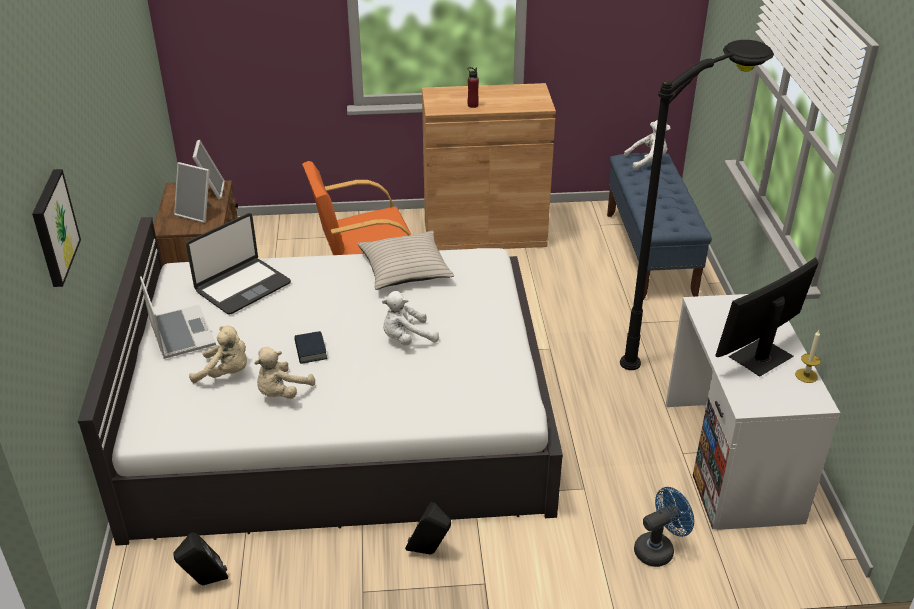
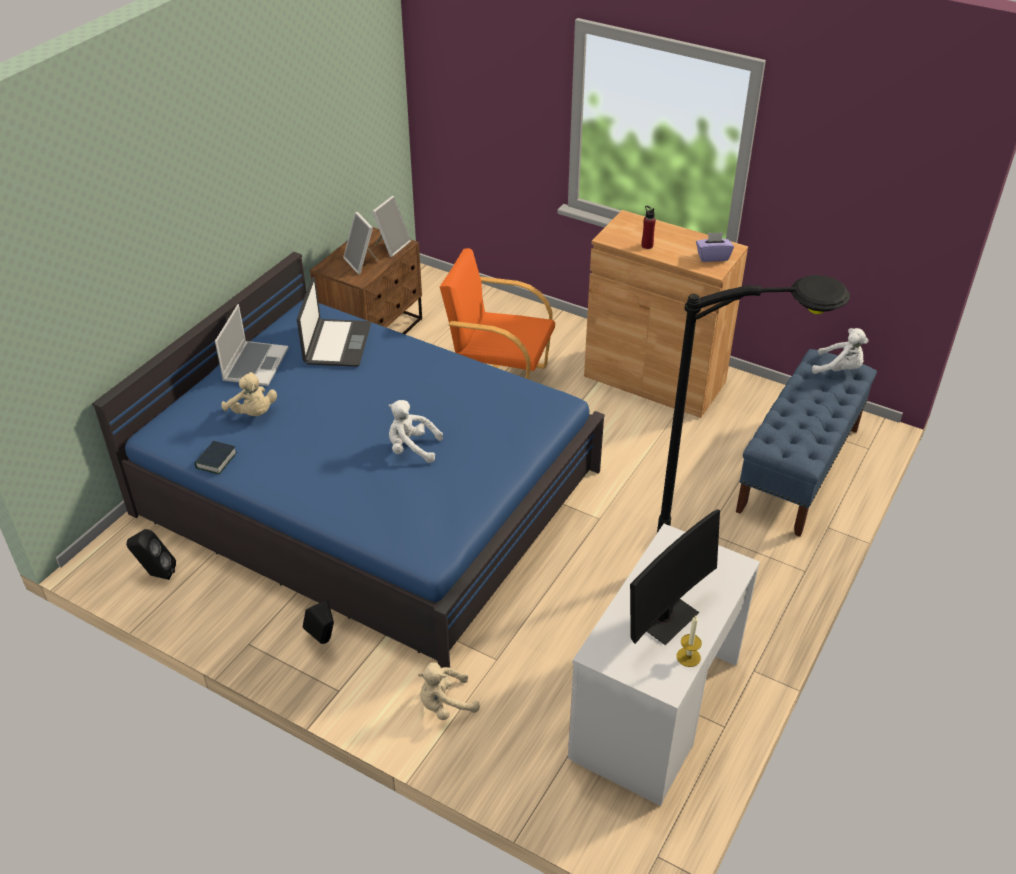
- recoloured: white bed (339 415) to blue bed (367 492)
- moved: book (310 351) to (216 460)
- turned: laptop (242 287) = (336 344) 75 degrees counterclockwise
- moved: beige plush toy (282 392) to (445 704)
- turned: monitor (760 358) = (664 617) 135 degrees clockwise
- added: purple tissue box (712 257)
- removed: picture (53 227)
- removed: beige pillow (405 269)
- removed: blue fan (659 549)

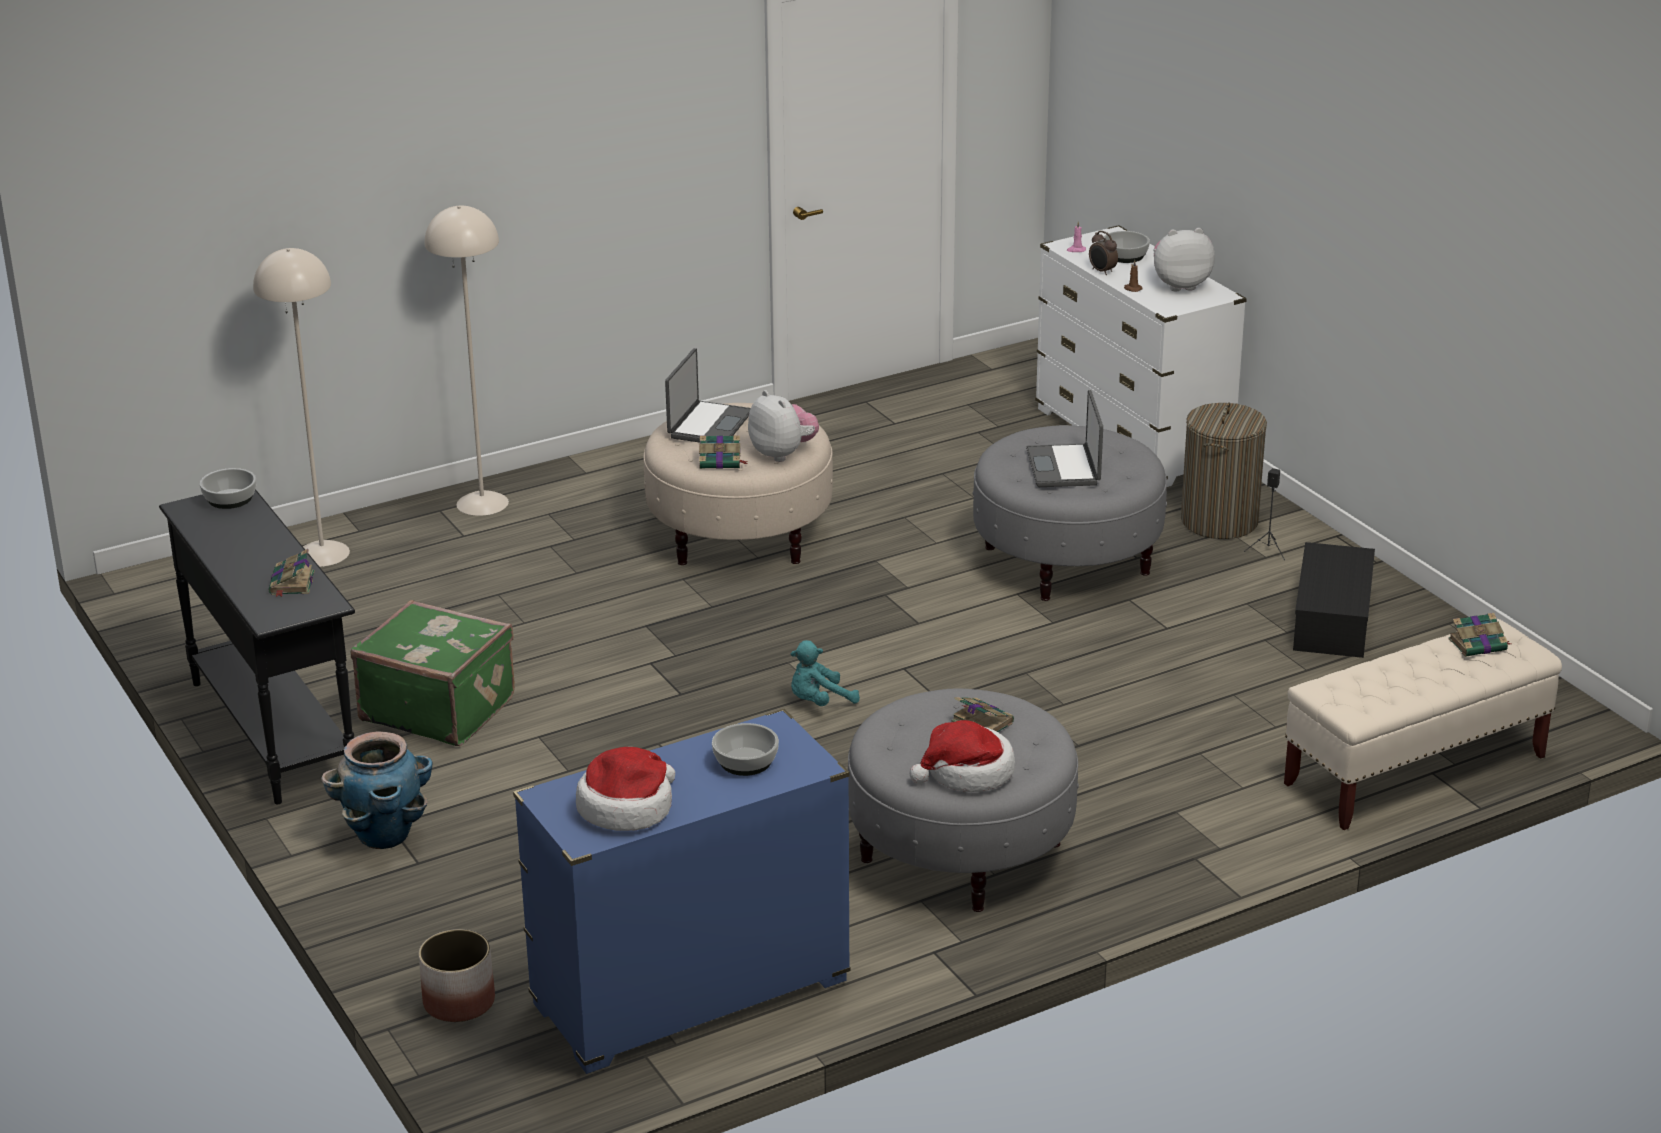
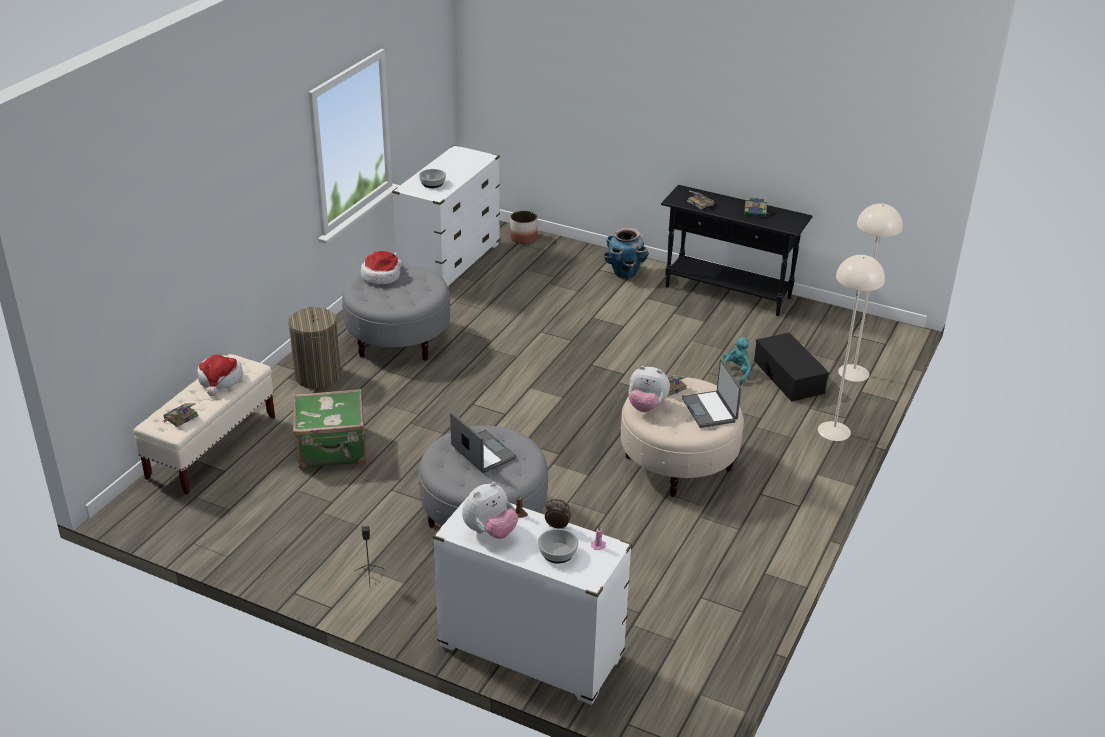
- moved: hat (627 807) to (220 380)
- moved: laundry basket (1219 521) to (318 376)
- moved: green suitcase (438 708) to (332 449)
- recoloured: blue dresser (690 994) to white dresser (450 263)
- moved: turquoise plush toy (819 702) to (736 372)
- moved: book (981 721) to (755 212)
- moved: black storage box (1333 620) to (787 376)
- removed: bowl (230 499)

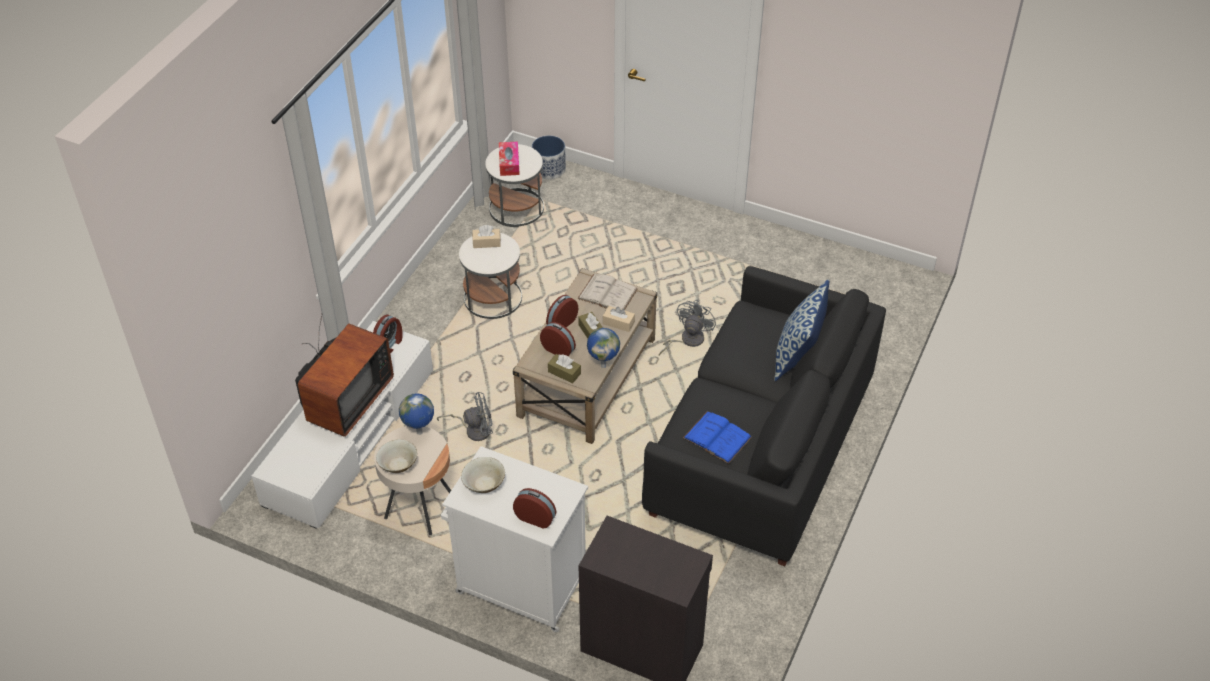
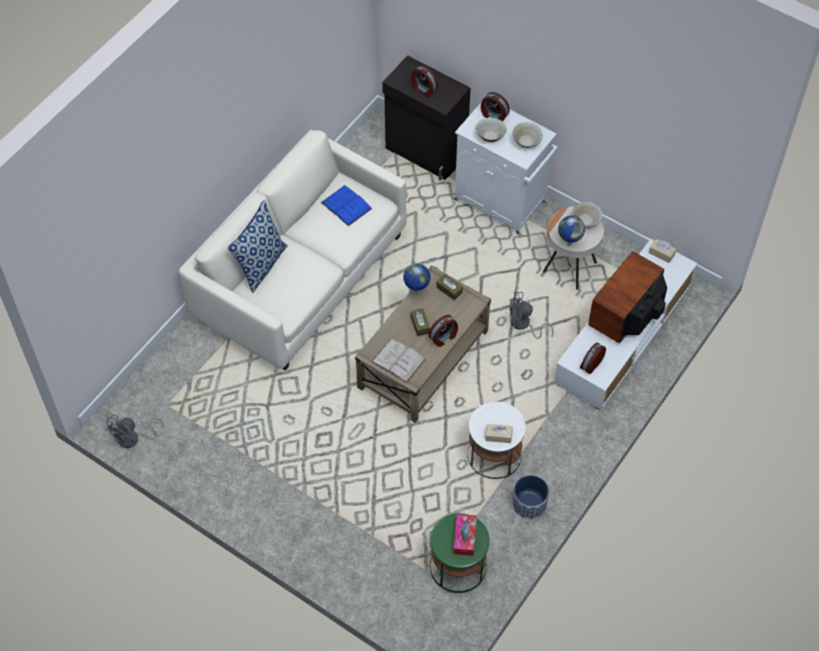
- moved: grey fan (687 340) to (133 439)
- recoloured: black sofa (761 449) to white sofa (300 276)
- moved: alarm clock (558 349) to (423 89)
- recoloured: white side table (516 208) to green side table (458 566)
- added: beige bowl (490 136)
- moved: planter (548 169) to (529 504)
- moved: beige tissue box (618 323) to (661 253)

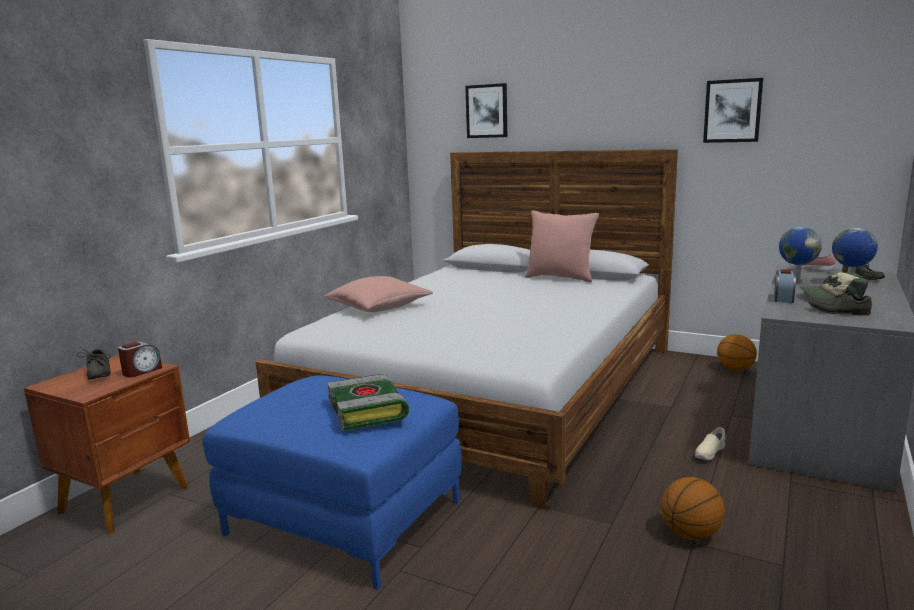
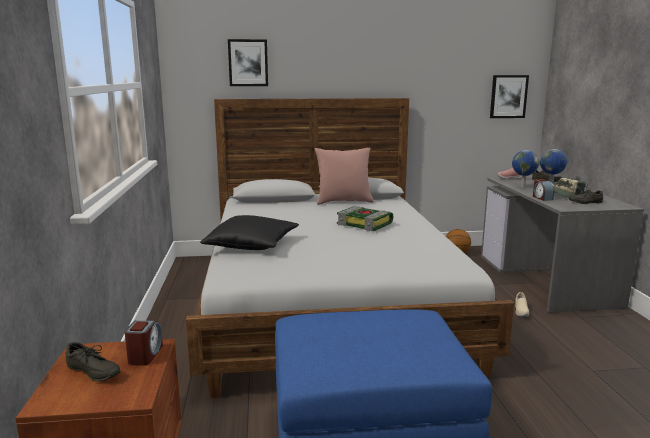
- recoloured: pink pillow (379 307) to black pillow (252 245)
- moved: book (369 411) to (365 224)
- moved: picture (732 111) to (508 96)
- removed: basketball (690 534)

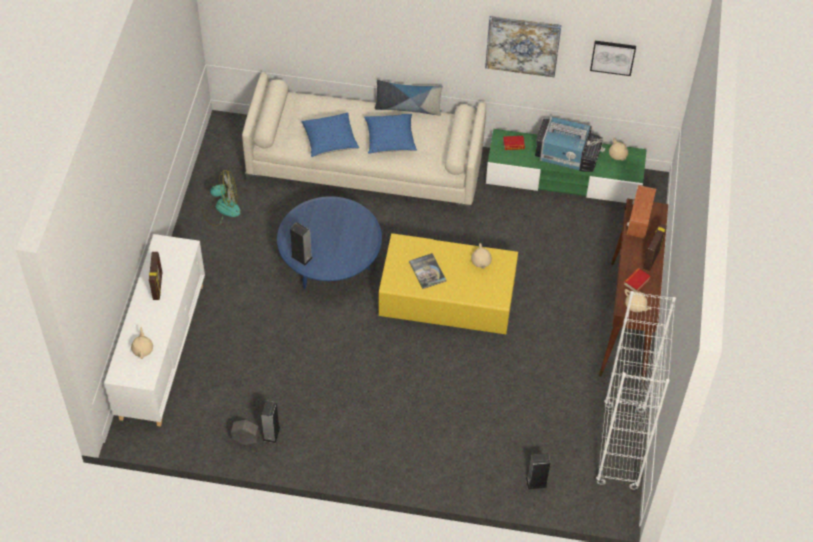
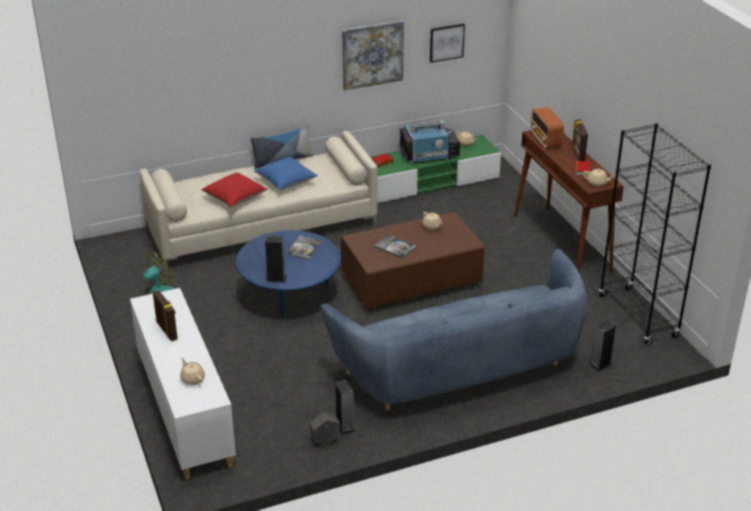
- recoloured: blue pillow (330 141) to red pillow (235 198)
- added: book (304 248)
- added: blue sofa (461 369)
- recoloured: yellow coffee table (446 300) to brown coffee table (410 282)
- recoloured: white bookcase (620 447) to black bookcase (638 316)

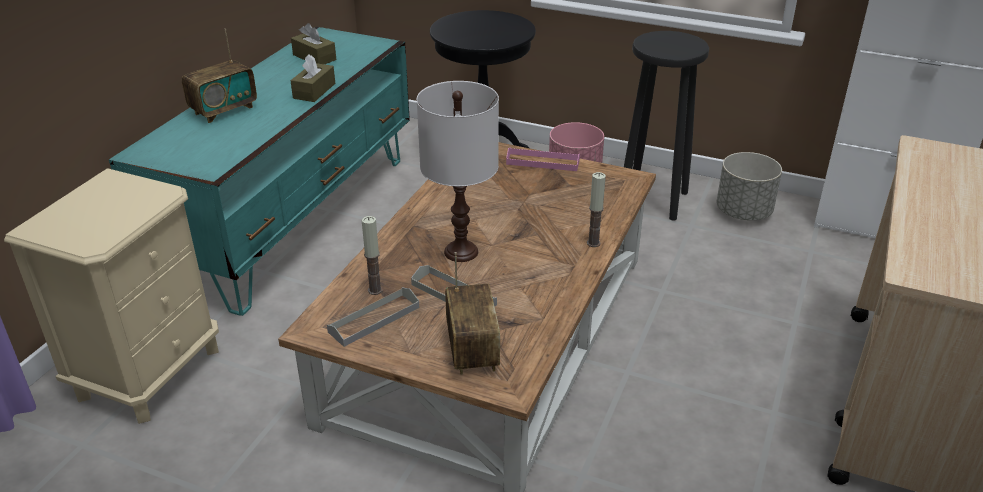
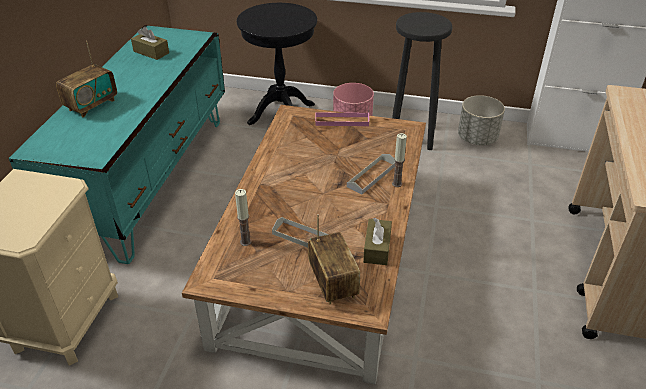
- moved: grey tray (374 319) to (371 176)
- moved: brown tissue box (314 91) to (377 248)
- removed: white table lamp (460 251)

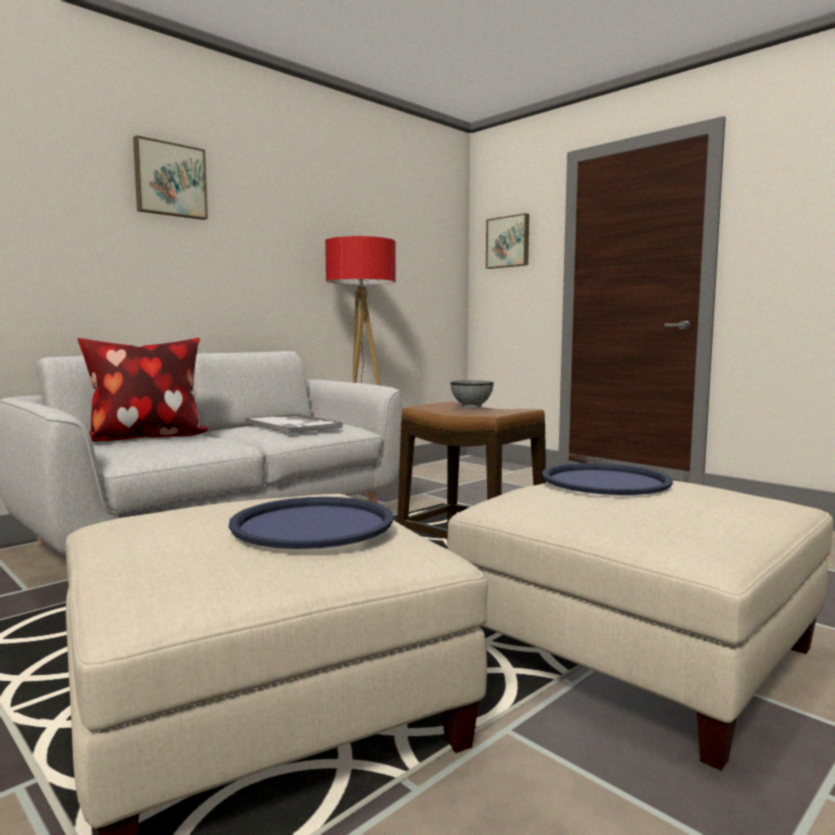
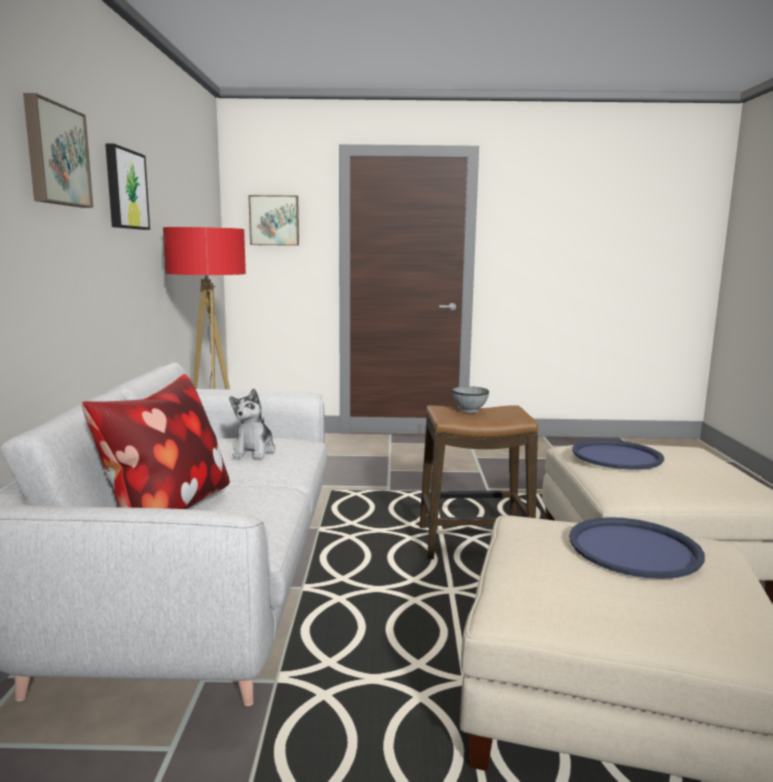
- added: picture (125 189)
- replaced: tray (293 425) to plush toy (254 451)

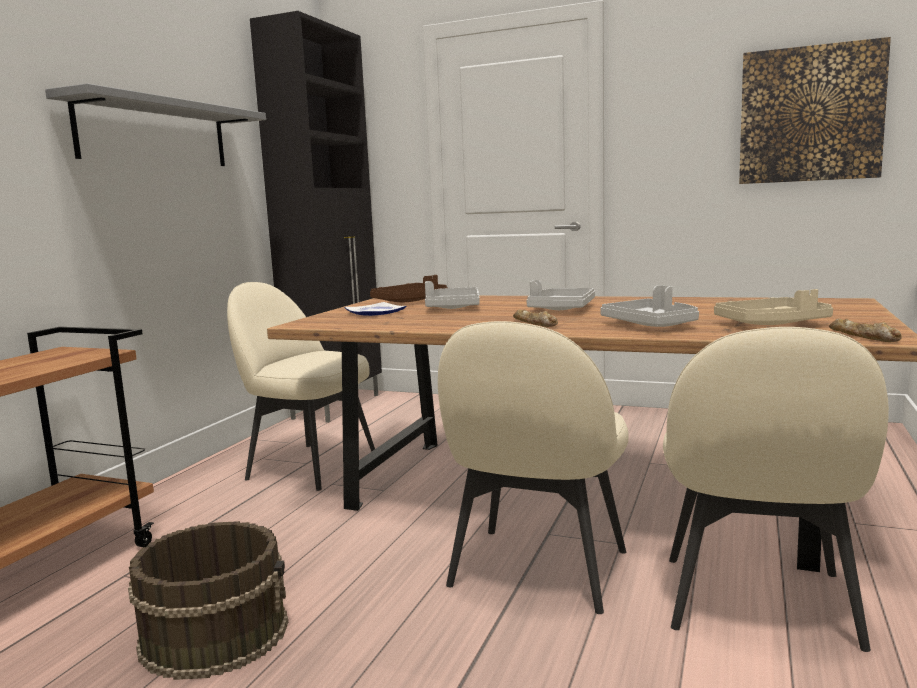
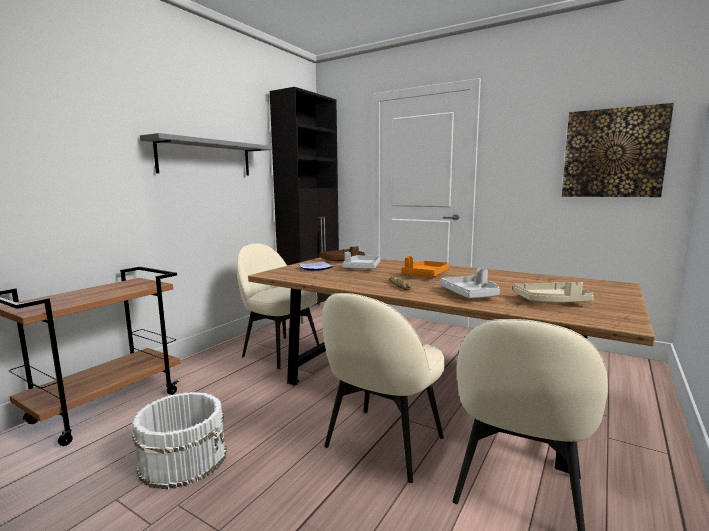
- recoloured: brown bucket (215 633) to white bucket (184 458)
- recoloured: grey tray (561 309) to orange tray (425 275)
- removed: bread (863 336)

